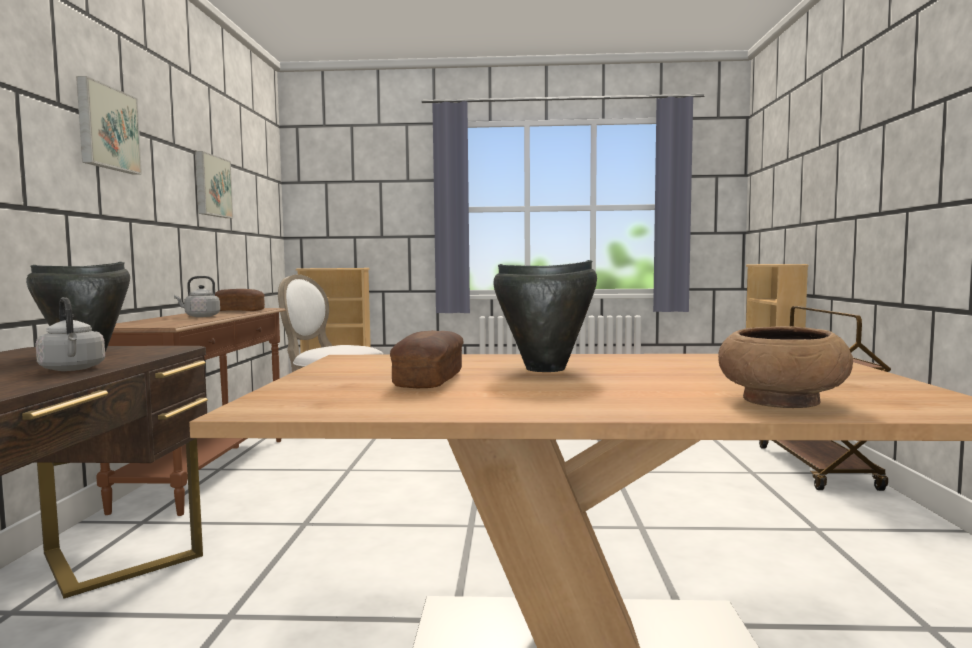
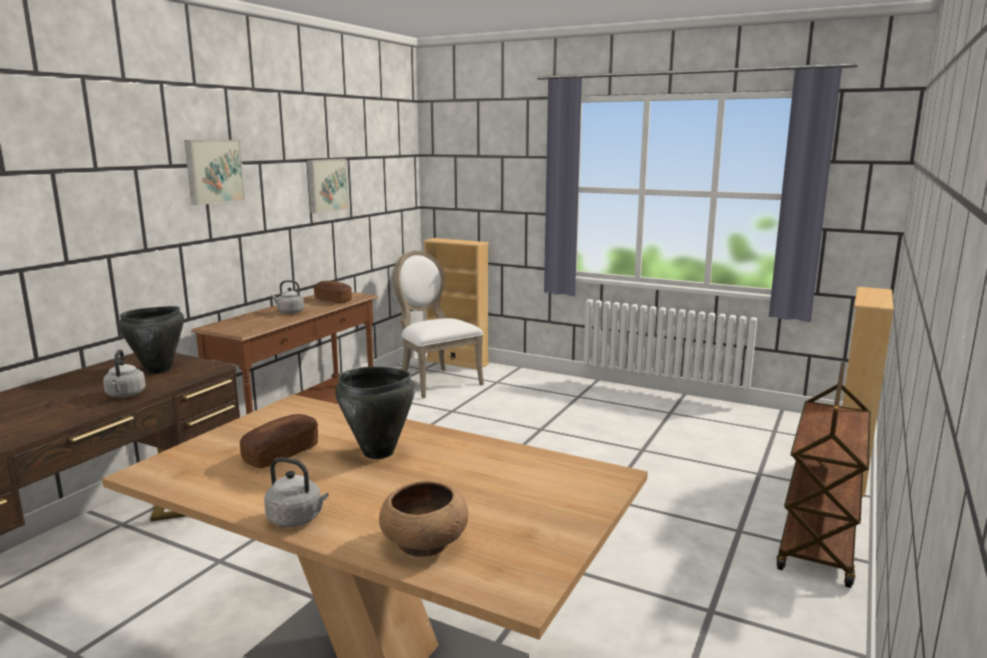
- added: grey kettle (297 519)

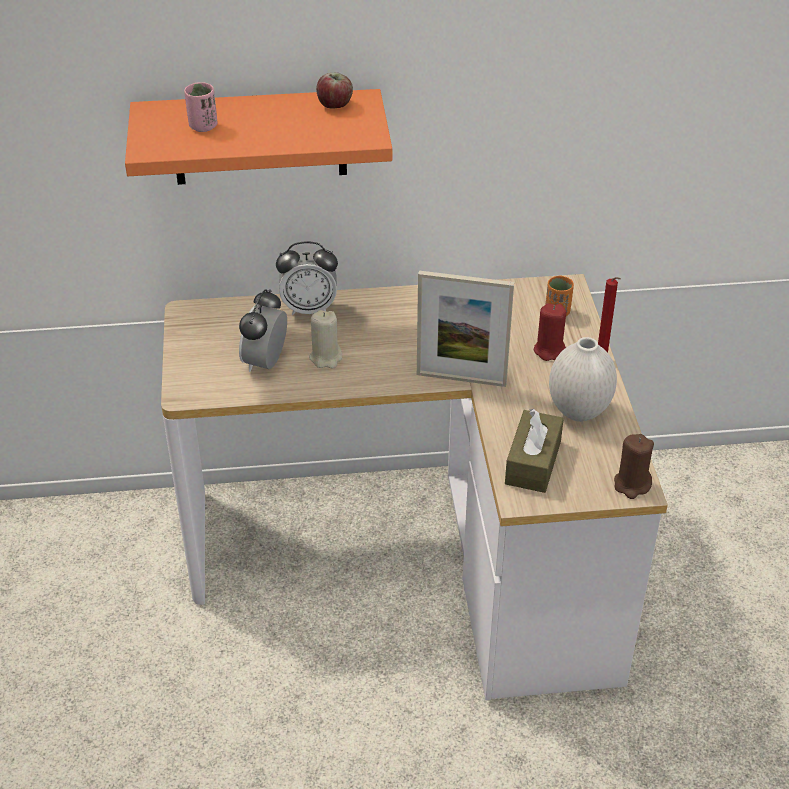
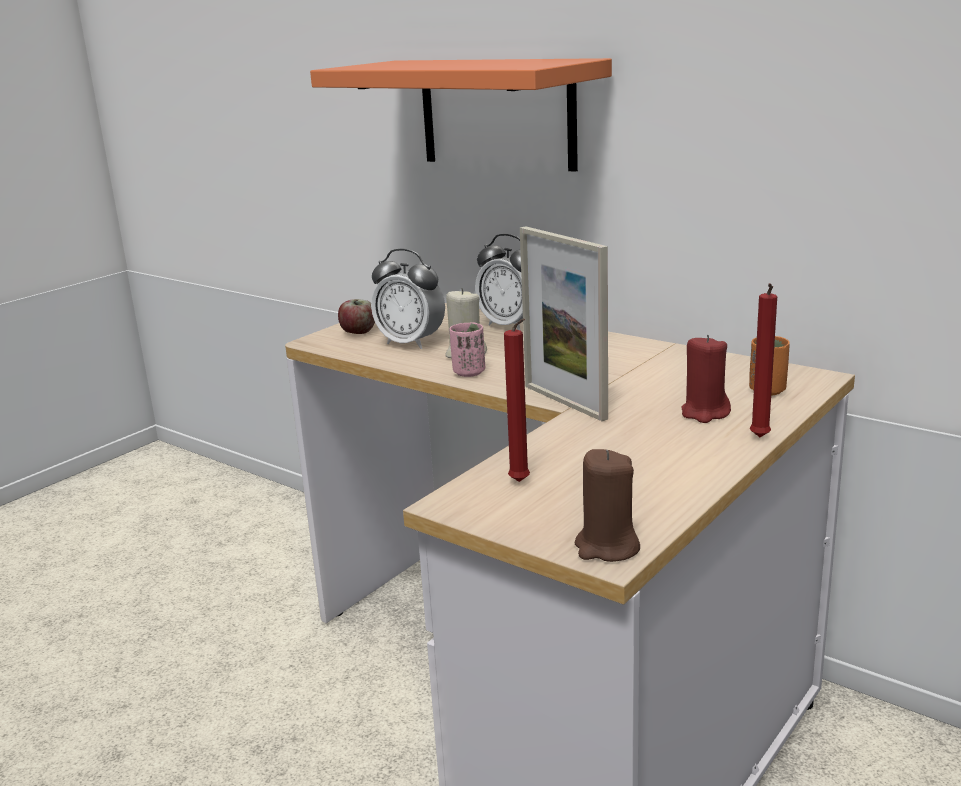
- moved: apple (335 105) to (359 333)
- turned: alarm clock (265 362) = (411 343) 120 degrees counterclockwise
- moved: pink cup (203 126) to (469 372)
- replaced: brown tissue box (533 462) to red candle (521 483)
- removed: white vase (578 412)

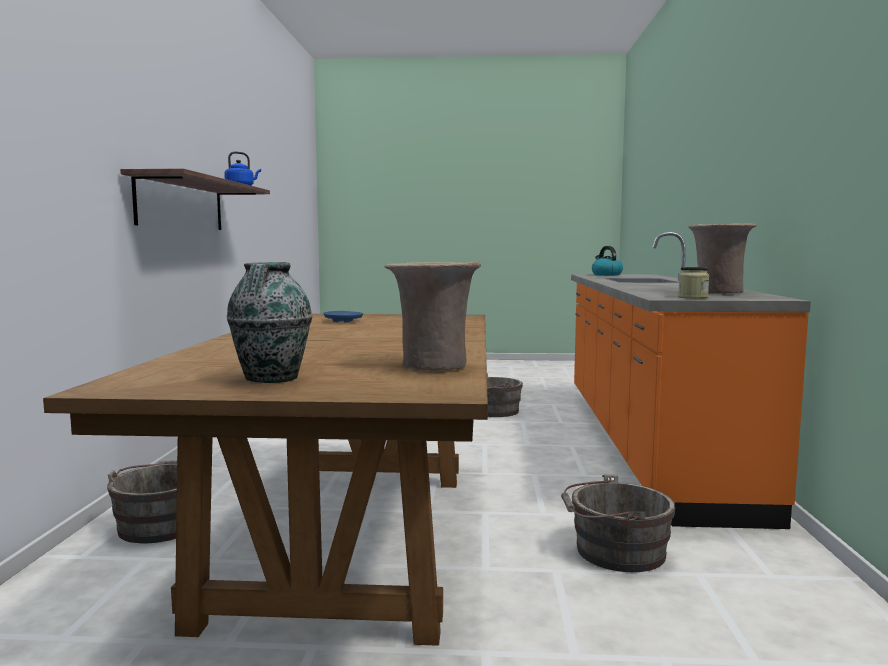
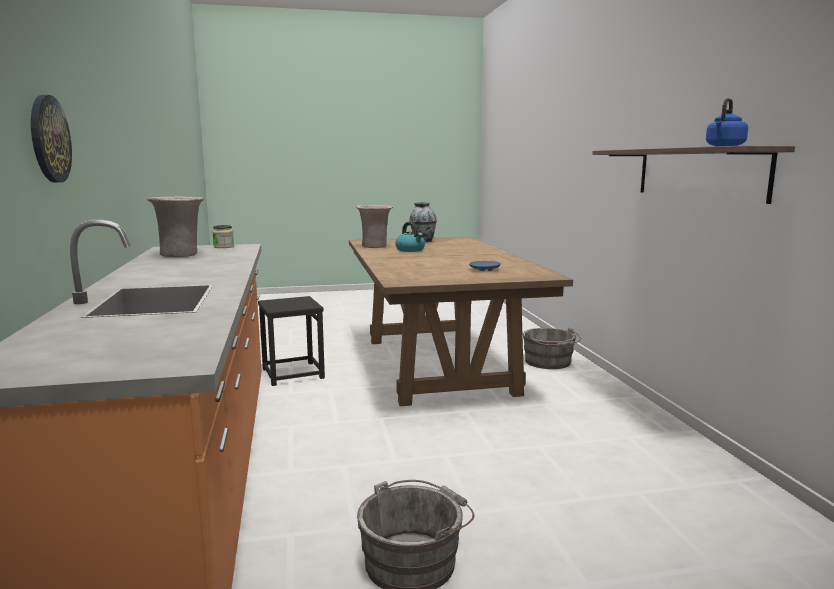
- added: wall clock (49 139)
- replaced: grey bucket (614 552) to black stool (292 373)
- moved: kettle (606 275) to (410 250)

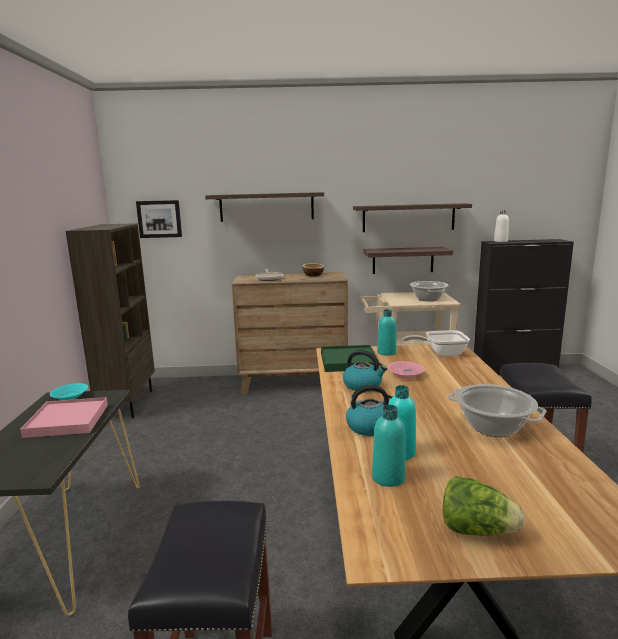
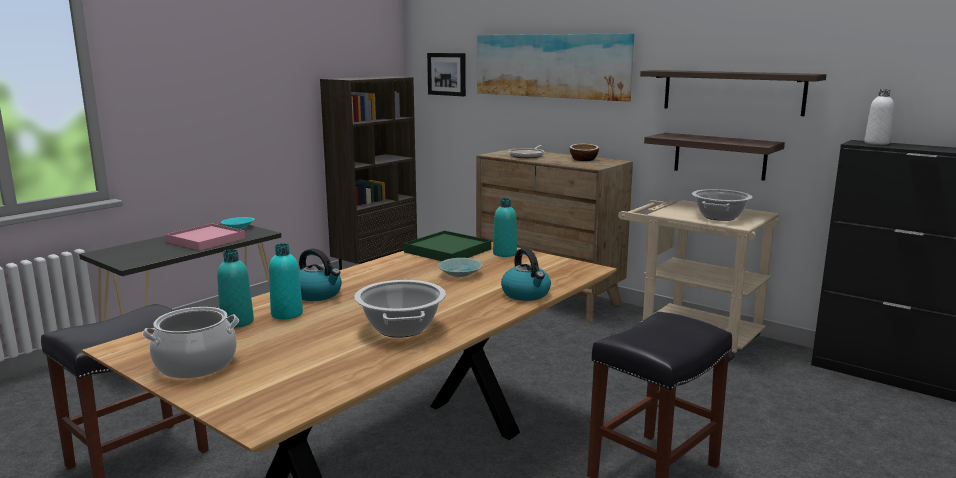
- replaced: lettuce (476 530) to cooking pot (196 364)
- recoloured: pink bowl (406 375) to turquoise bowl (461 274)
- replaced: shelf (266 207) to picture (551 65)
- moved: kettle (363 385) to (526 294)
- removed: frying pan (441 353)

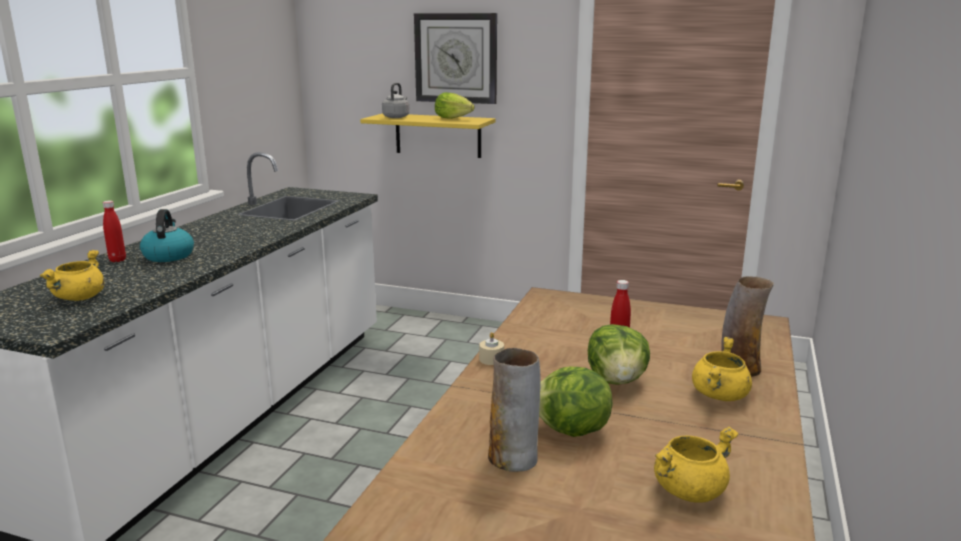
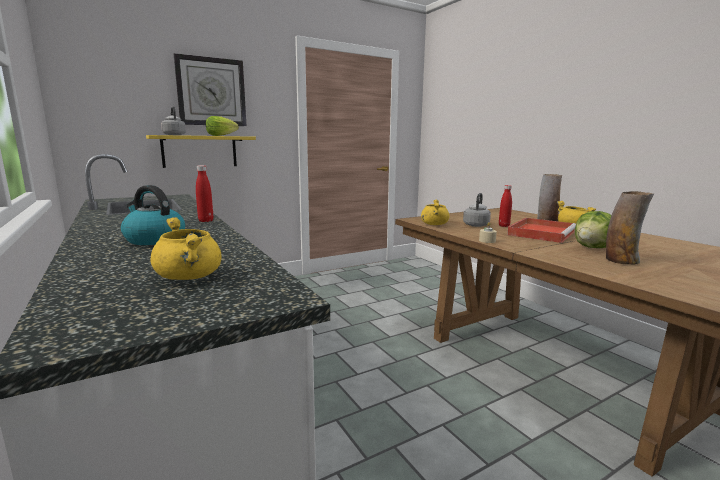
- moved: red bottle (117 260) to (206 221)
- moved: yellow cooking pot (689 490) to (434 224)
- added: grey kettle (476 225)
- replaced: lettuce (617 381) to red tray (541 233)

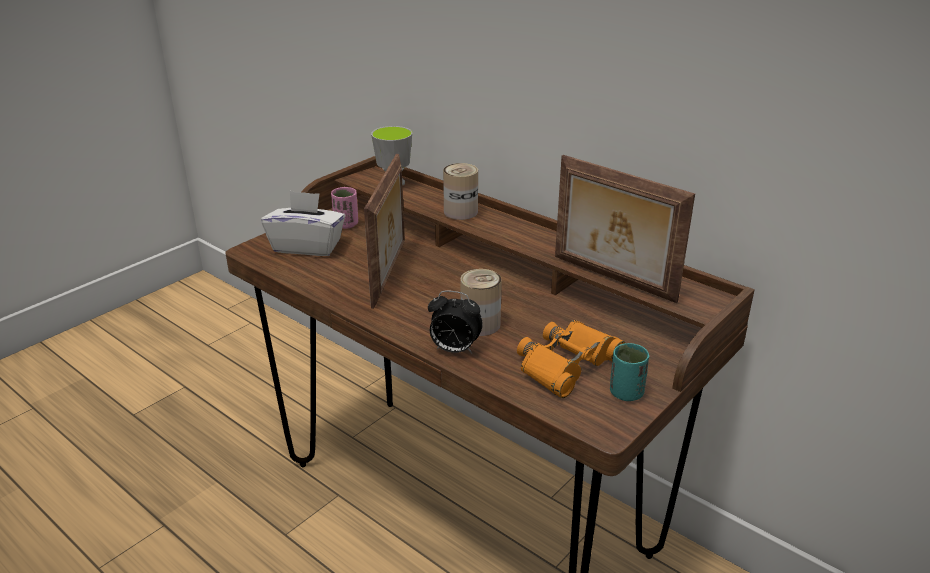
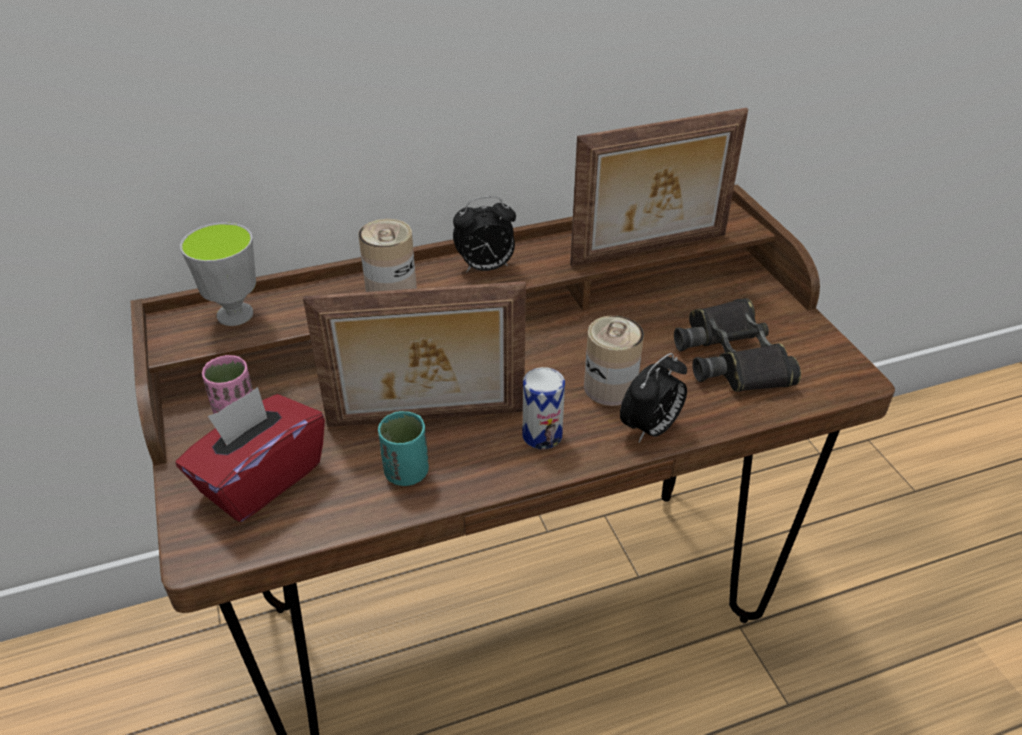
- recoloured: white tissue box (307 246) to red tissue box (260 478)
- turned: picture frame (390 274) = (426 420) 135 degrees clockwise
- moved: turquoise cup (626 393) to (406 472)
- added: alarm clock (485 268)
- added: can (542 435)
- recoloured: orange binoculars (567 364) to black binoculars (732 357)

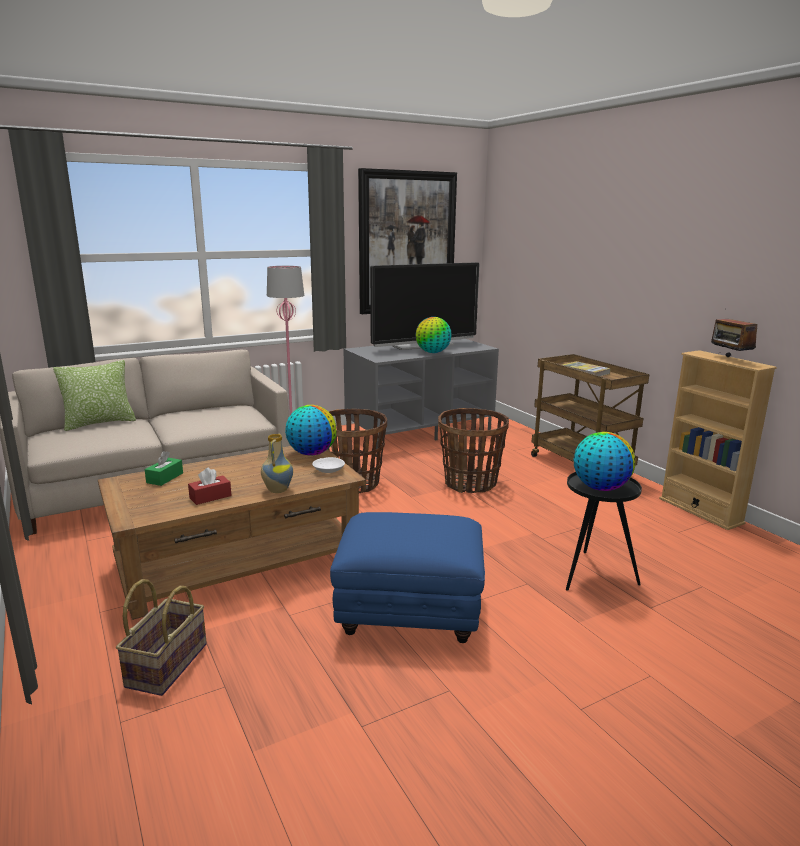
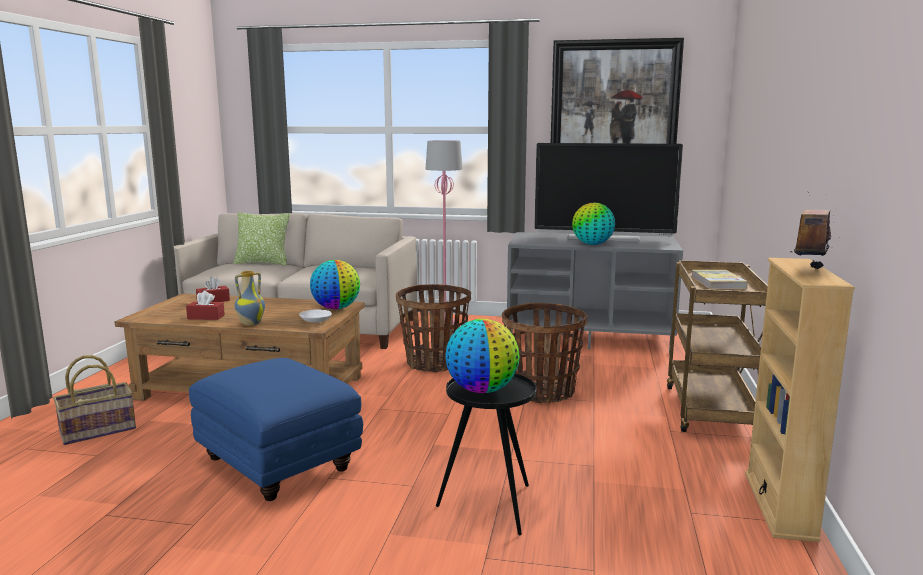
- recoloured: green tissue box (165 478) to red tissue box (213 301)

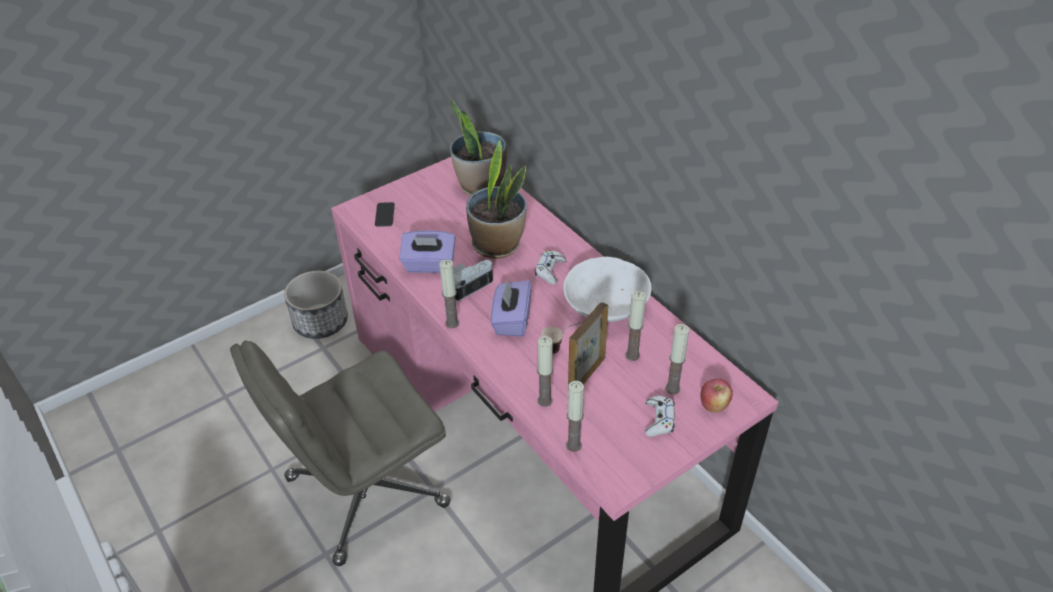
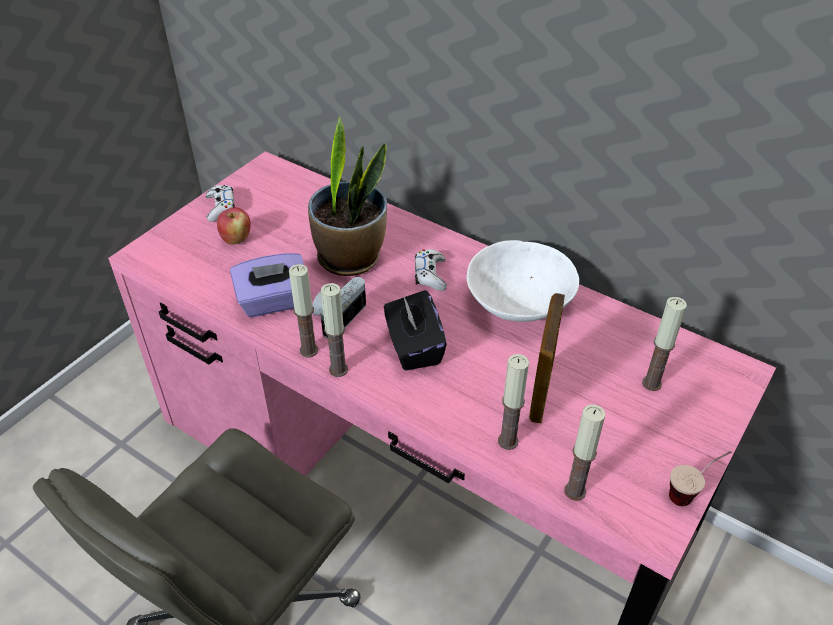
- moved: white game controller (659 420) to (221 207)
- moved: apple (713 406) to (236 239)
- moved: candle (632 355) to (309 350)
- recoloured: purple tissue box (511 320) to black tissue box (413 347)
- moved: cup (561 348) to (691 493)
- removed: planter (320 322)
- removed: phone (385 215)
- removed: potted plant (480 186)

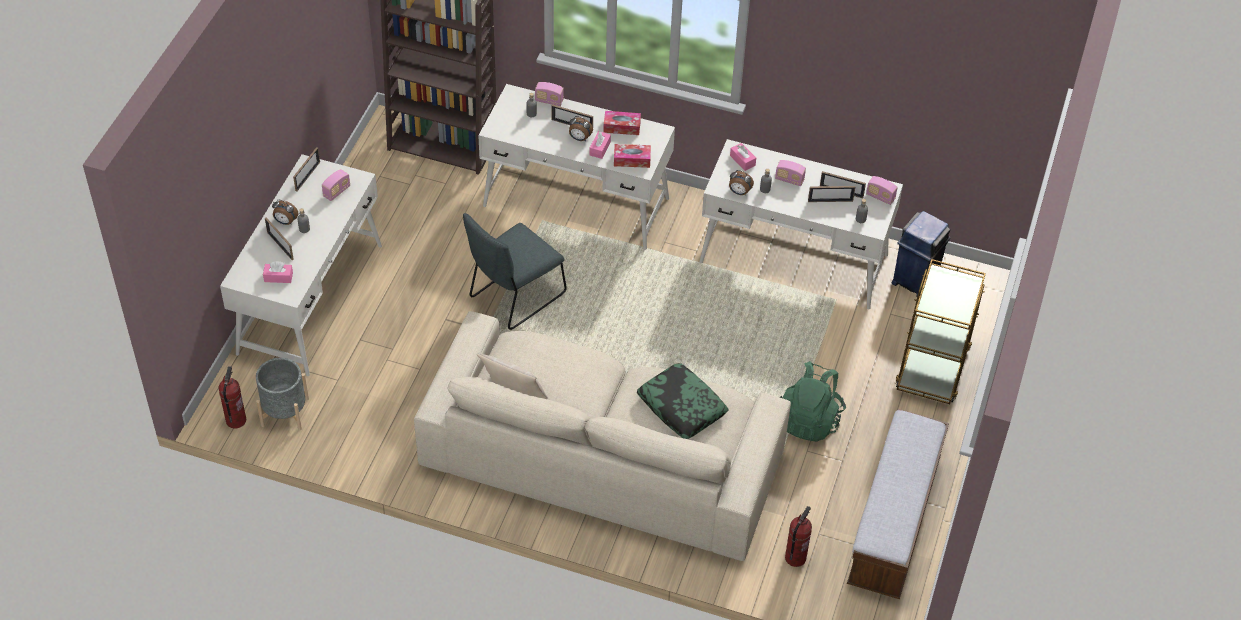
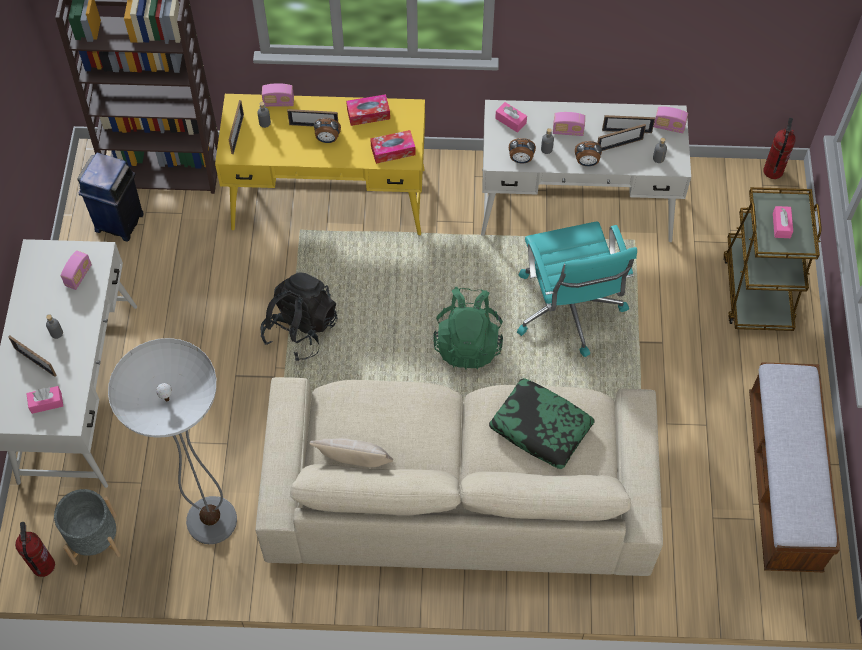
- moved: blue trash can (915 280) to (120 221)
- added: floor lamp (211 520)
- recoloured: white desk (576 202) to yellow desk (329 199)
- moved: picture frame (307 176) to (237 134)
- replaced: grey chair (514 297) to black backpack (300 329)
- moved: green backpack (809 419) to (468 343)
- added: turquoise office chair (568 310)
- moved: alarm clock (285 222) to (586 163)
- moved: fire extinguisher (795 557) to (772 171)
- moved: pink tissue box (600 148) to (781 225)

